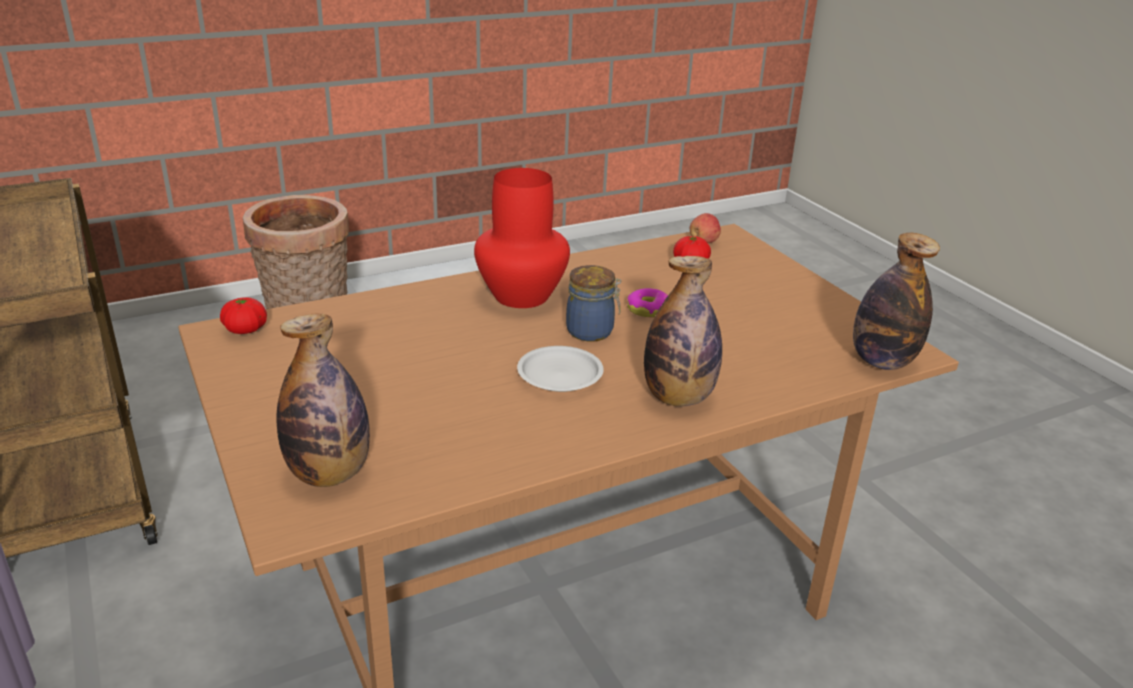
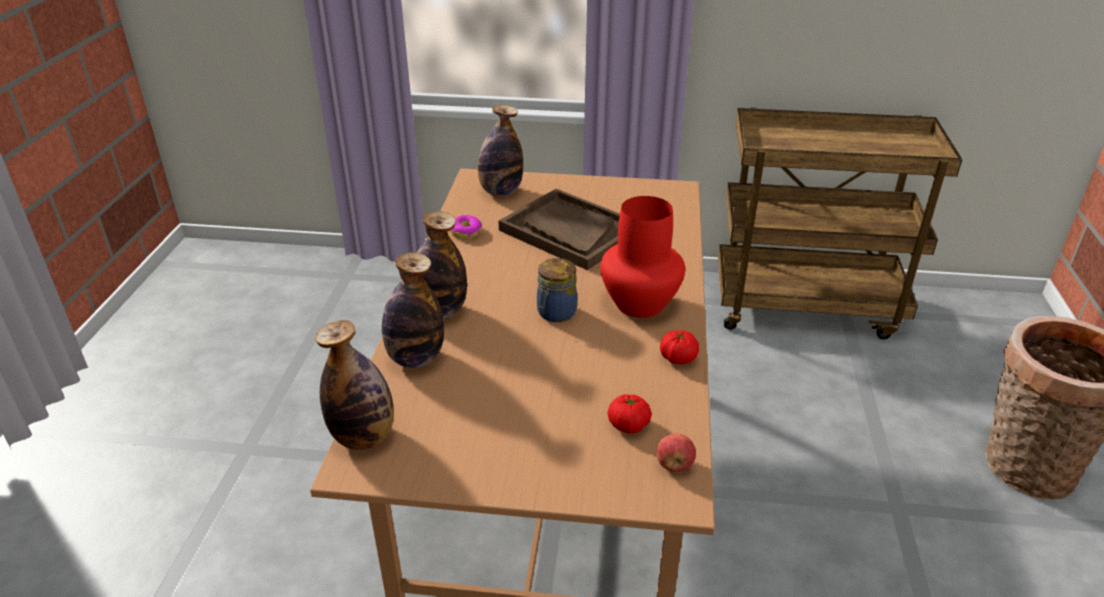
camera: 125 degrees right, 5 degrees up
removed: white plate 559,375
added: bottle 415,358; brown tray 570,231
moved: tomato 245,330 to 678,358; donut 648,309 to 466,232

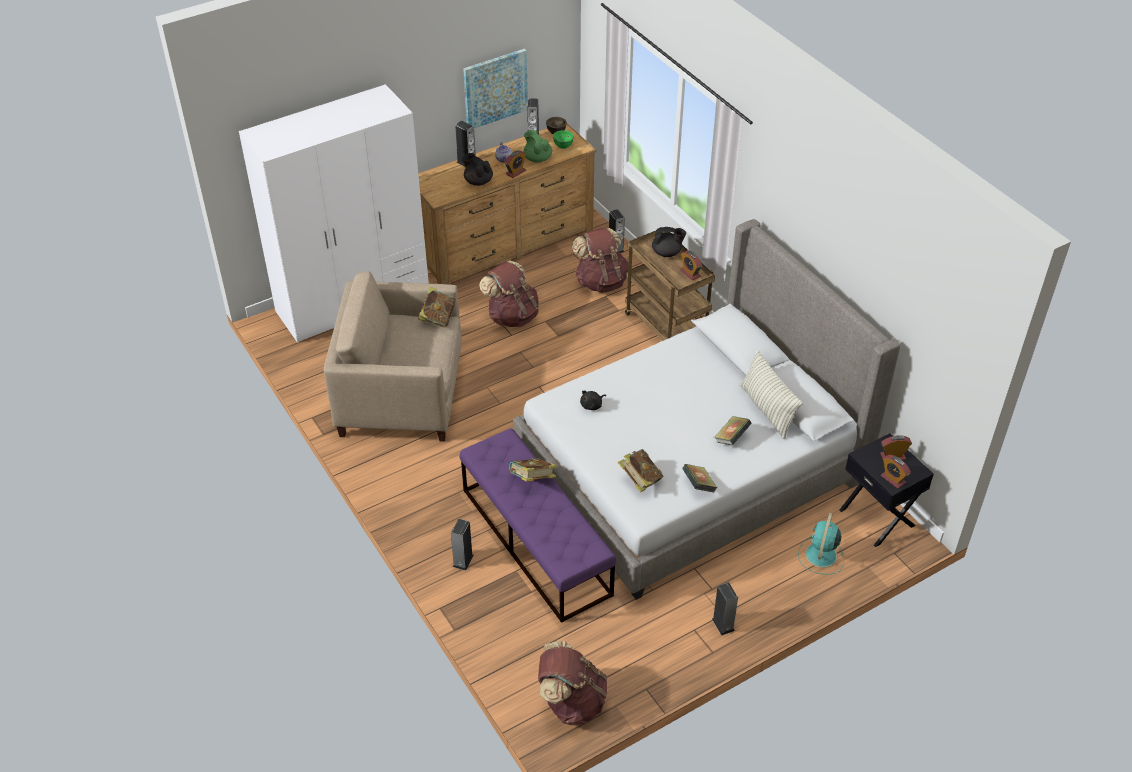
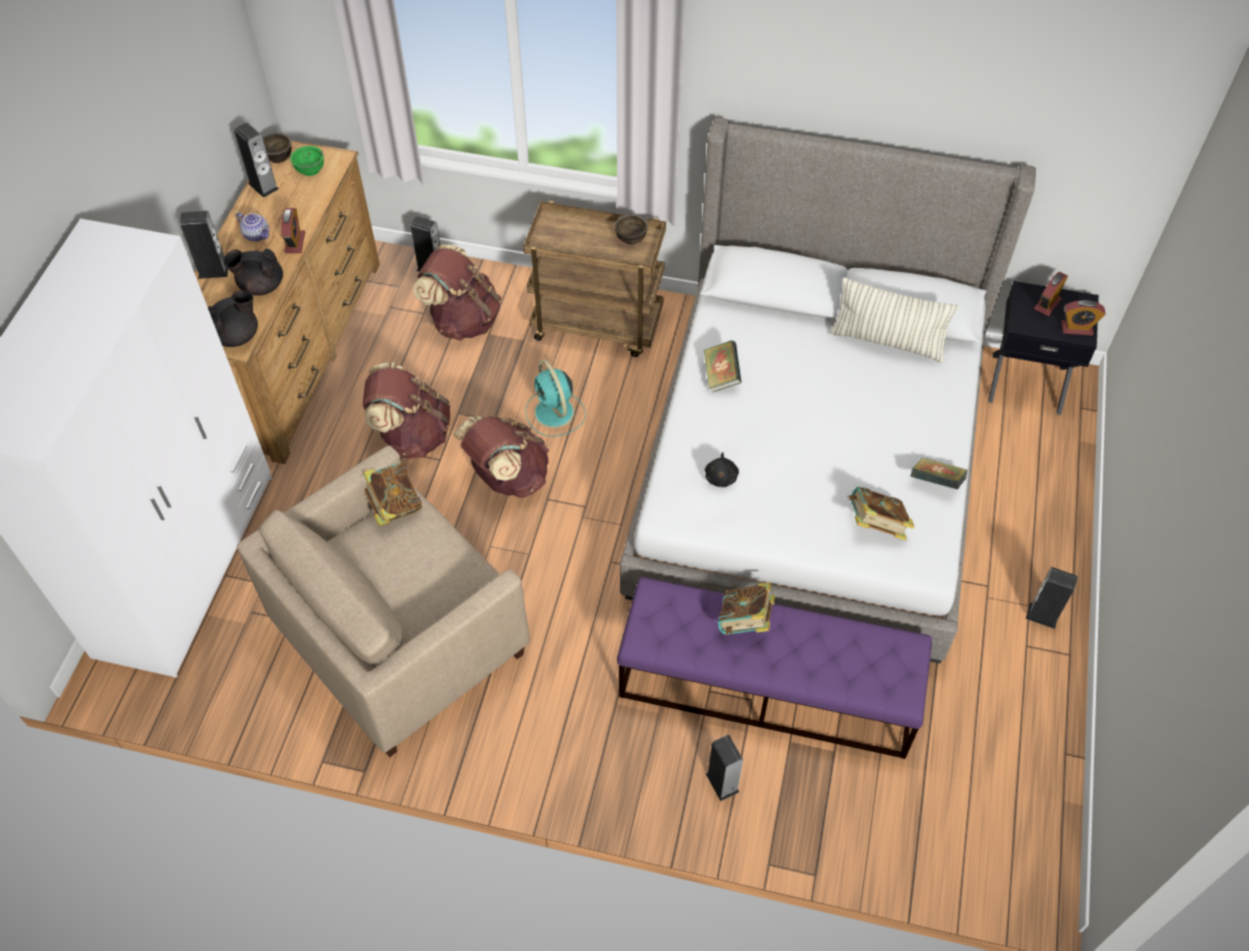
camera: 45 degrees left, 10 degrees up
removed: picture 495,88; green teapot 537,158
moved: brown backpack 571,702 to 507,478; black teapot 667,253 to 237,336; book 731,438 to 721,376; turquoise fan 820,556 to 555,413
replaced: alarm clock 690,273 to brown bowl 631,238

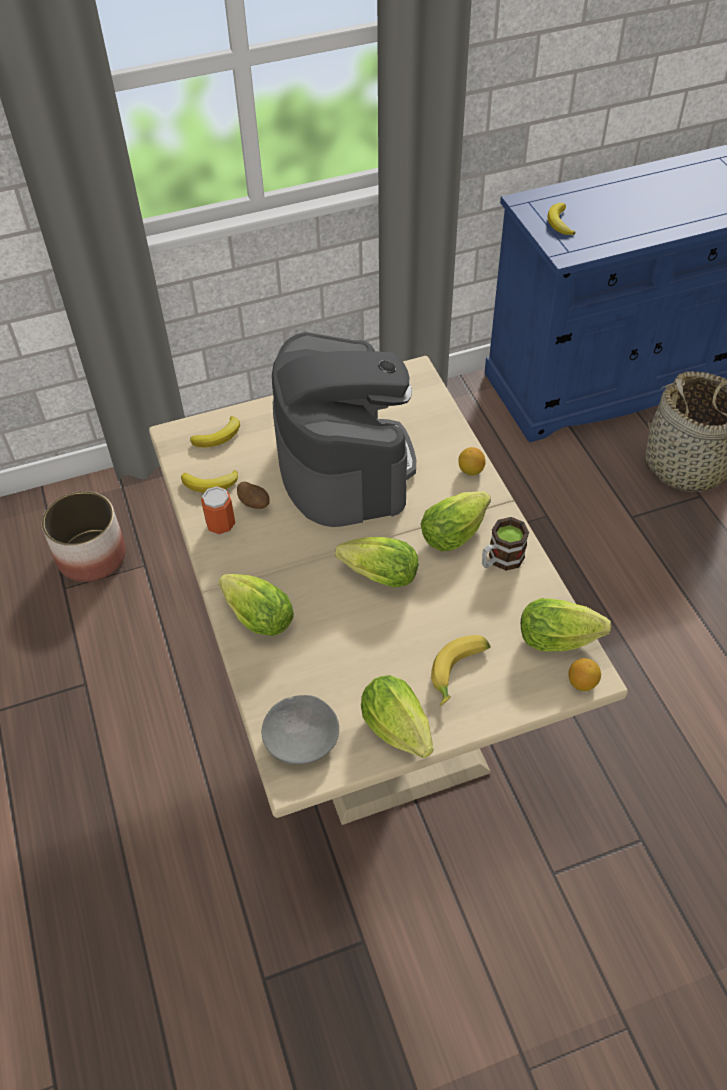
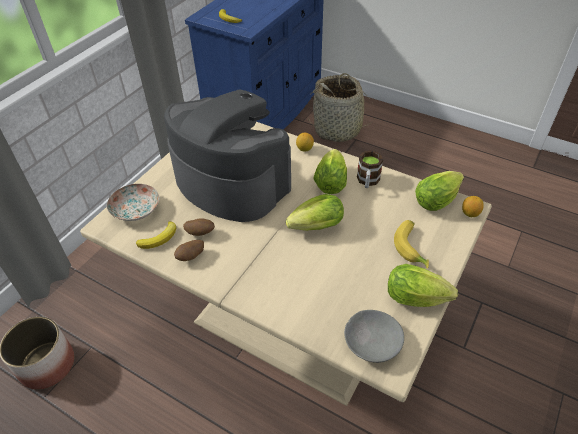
camera: 40 degrees left, 5 degrees down
removed: lettuce 255,616
replaced: banana 219,436 to plate 136,209; can 221,524 to potato 191,257

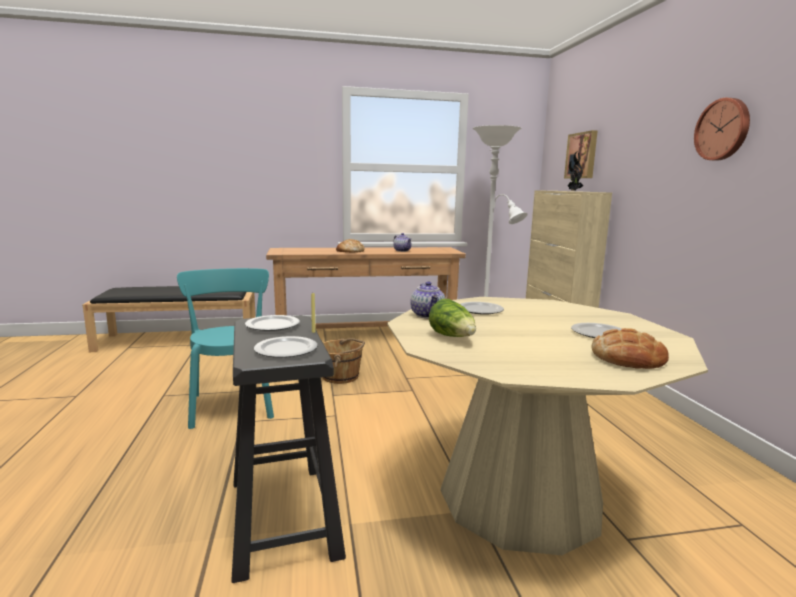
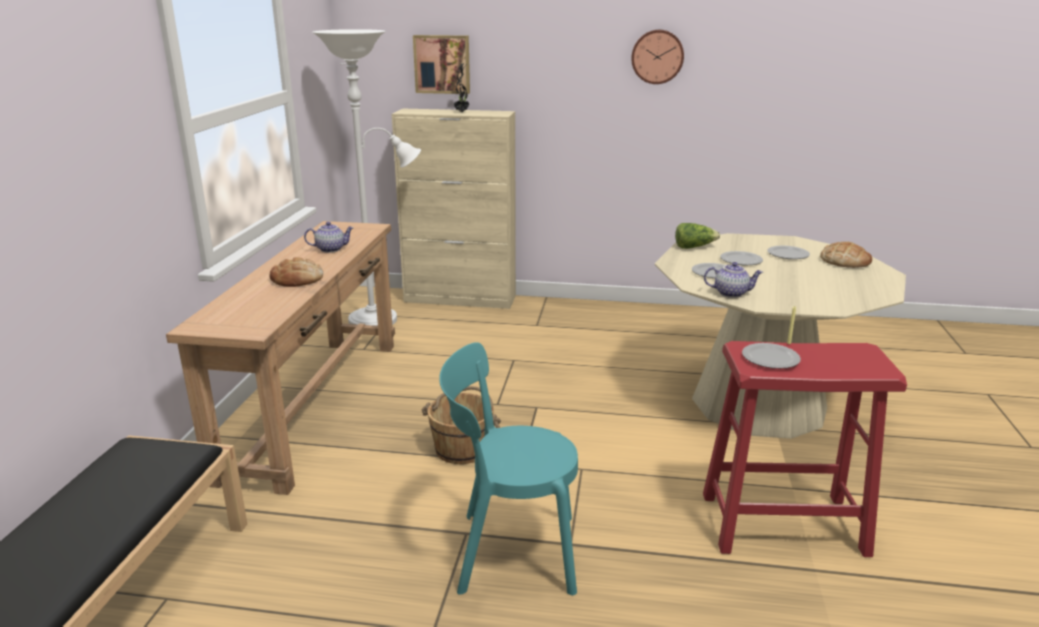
camera: 70 degrees left, 10 degrees up
moved: plate 286,349 to 740,260; lettuce 453,337 to 694,247
recoloured: black stool 283,516 to red stool 781,523

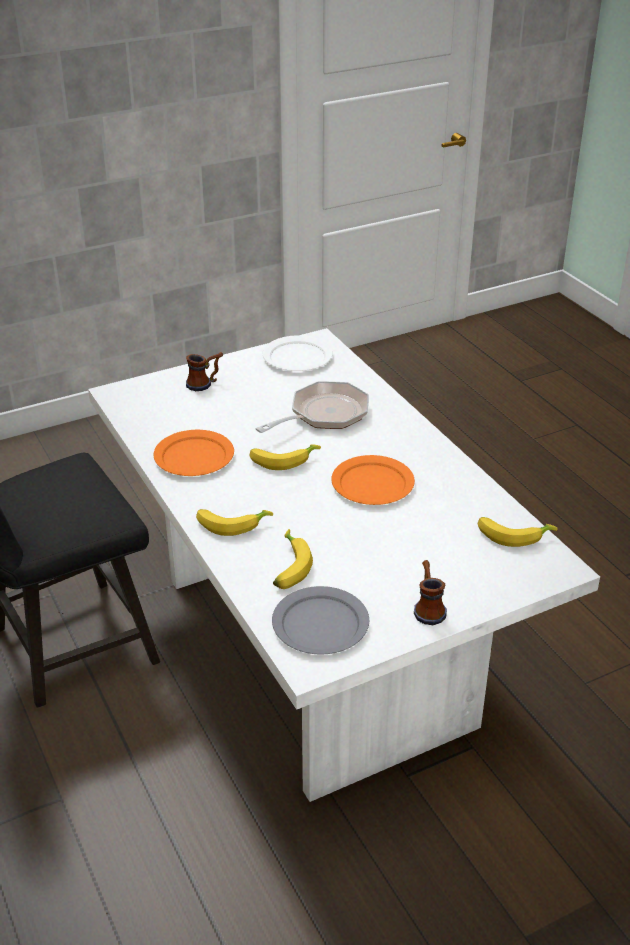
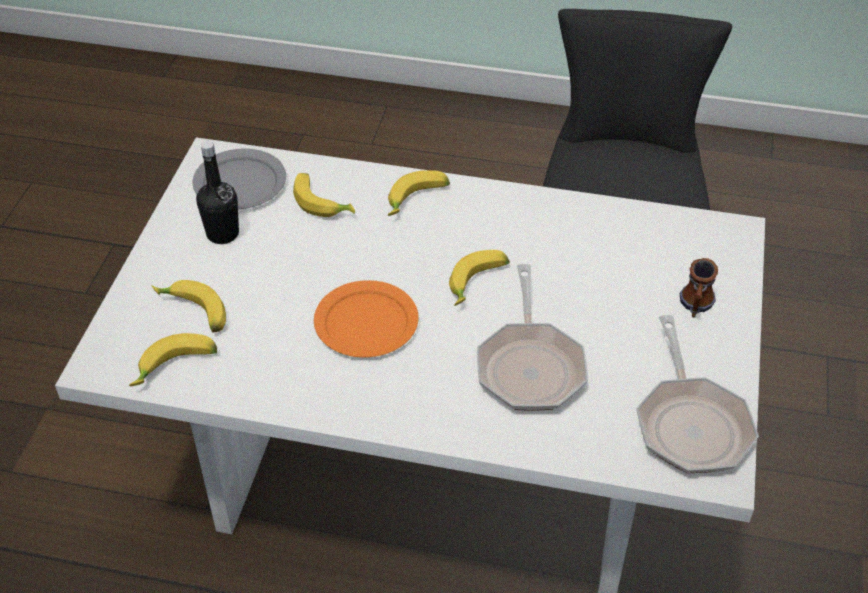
camera: 130 degrees right, 10 degrees up
removed: orange plate 194,457; mug 428,608
added: banana 193,313; black bottle 223,234
replaced: white plate 297,357 to frying pan 691,423

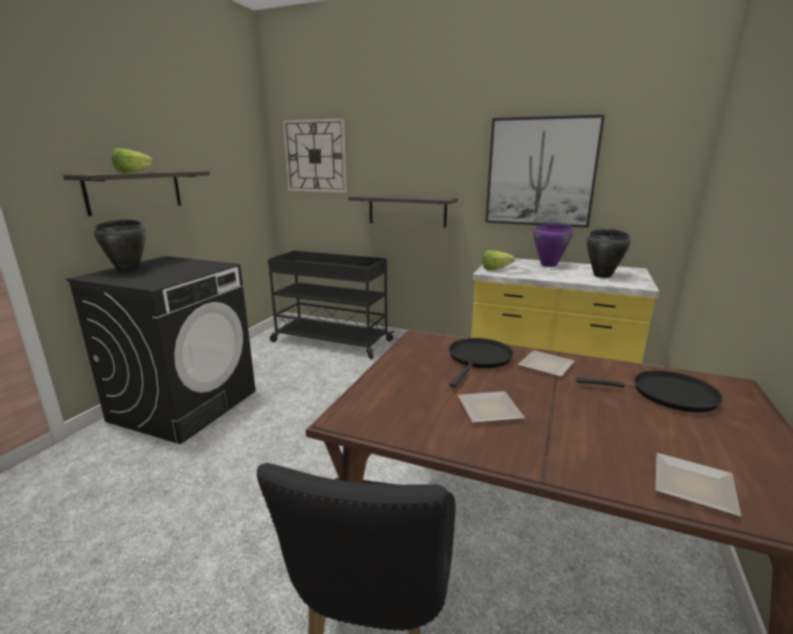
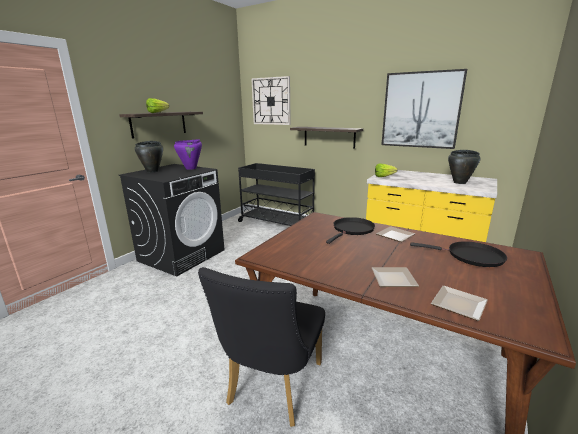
camera: 10 degrees right, 0 degrees up
moved: plate 491,411 to 395,280; purple cooking pot 549,265 to 191,168

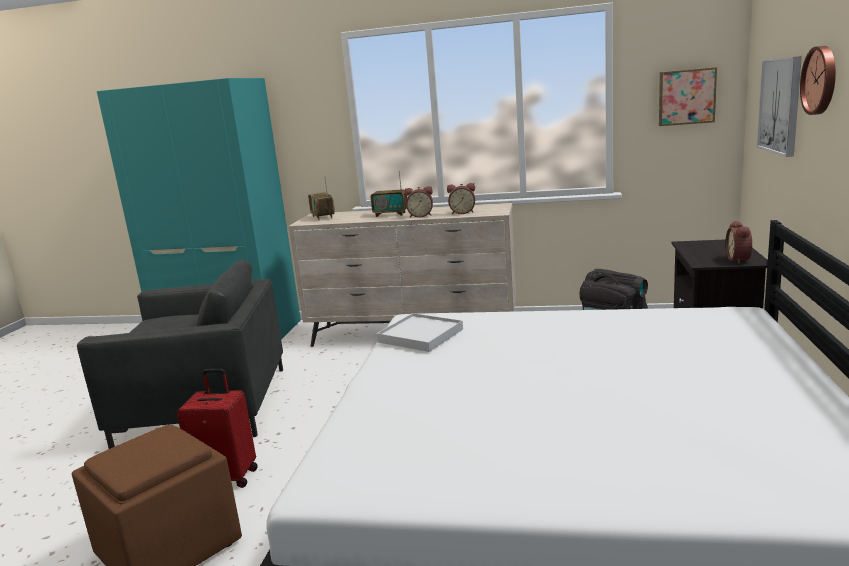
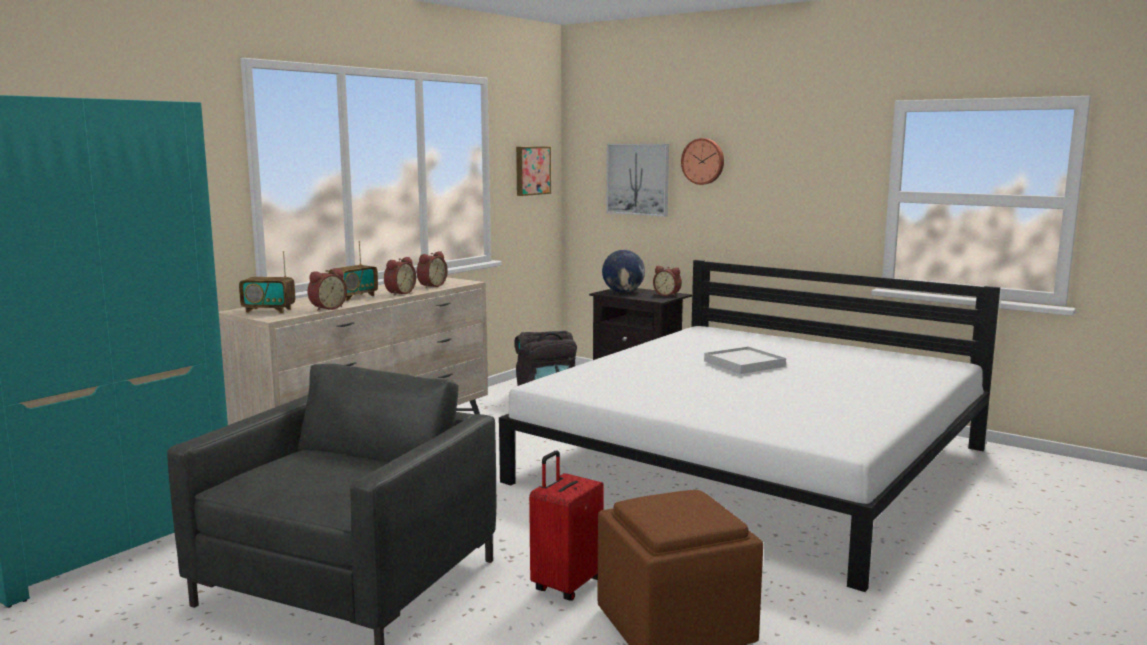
camera: 65 degrees left, 5 degrees down
added: alarm clock 327,308; globe 623,292
moved: white tray 420,335 to 744,364

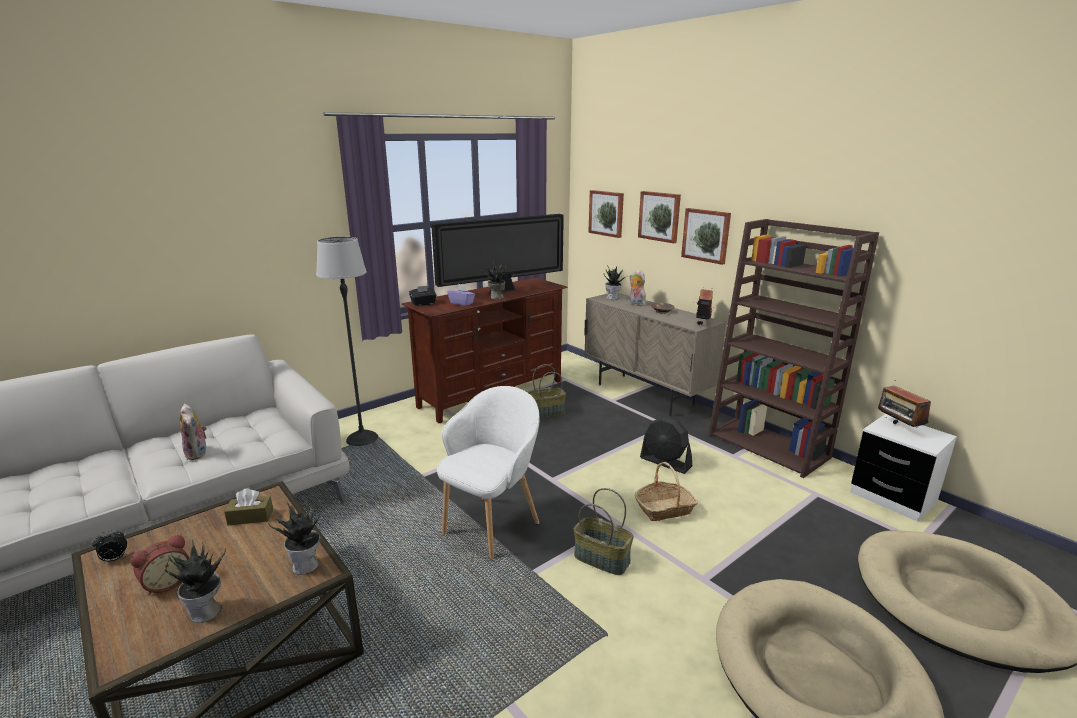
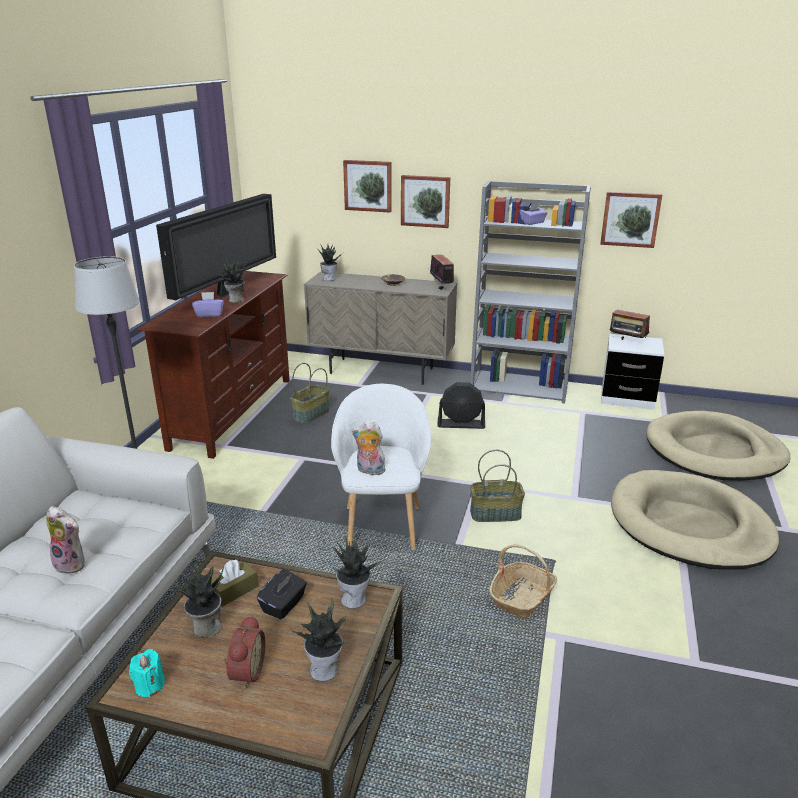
camera: 35 degrees left, 5 degrees up
added: potted plant 206,628; purple tissue box 532,222
moved: black tissue box 423,303 to 284,605; picture 606,213 to 630,219; plush toy 636,304 to 369,471; basket 664,509 to 522,597
replaced: alarm clock 114,559 to turquoise candle 149,686
recoloured: brown bookcase 769,446 to grey bookcase 520,387

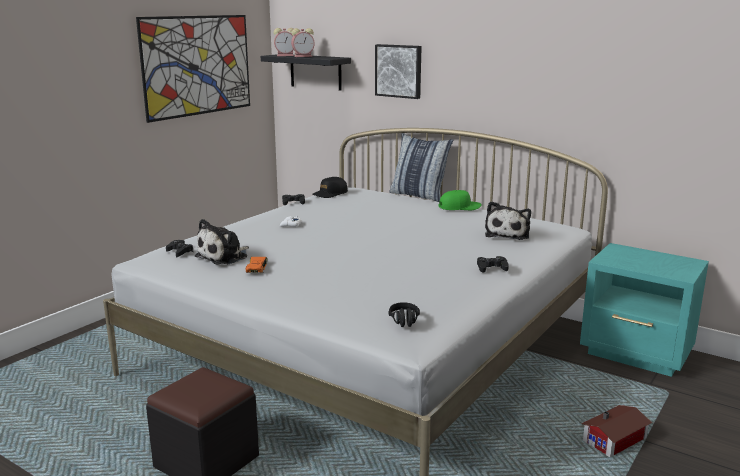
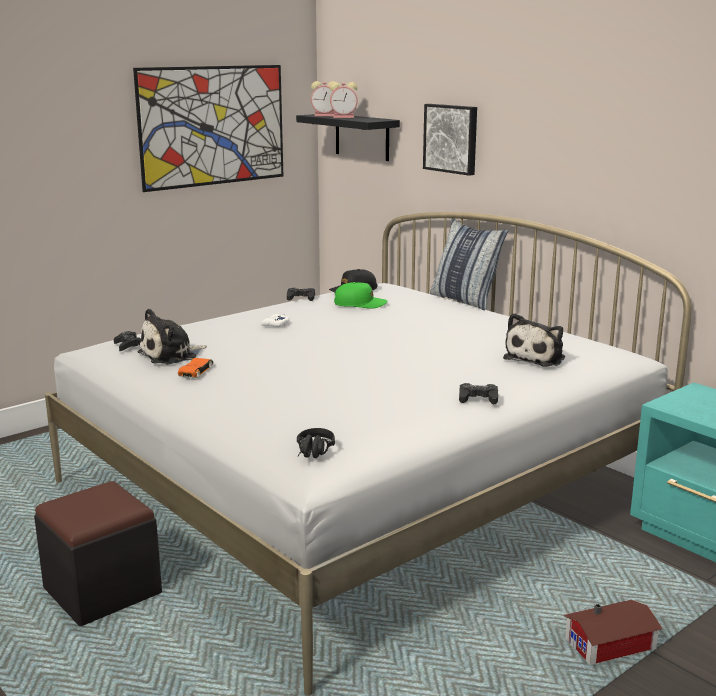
camera: 15 degrees right, 0 degrees up
moved: green cap 459,207 to 360,304

